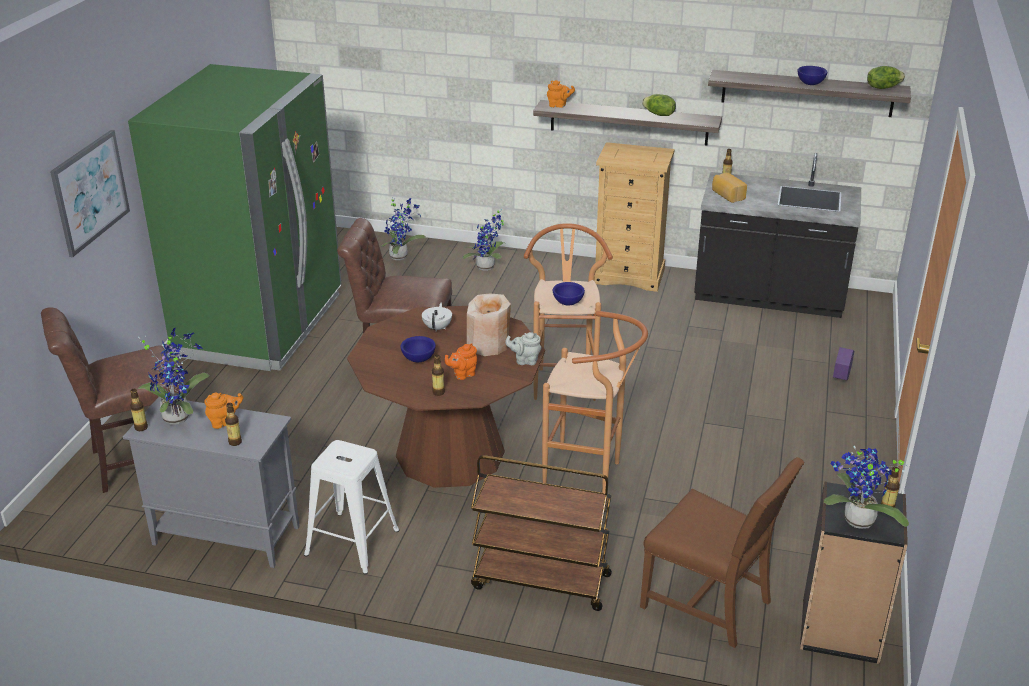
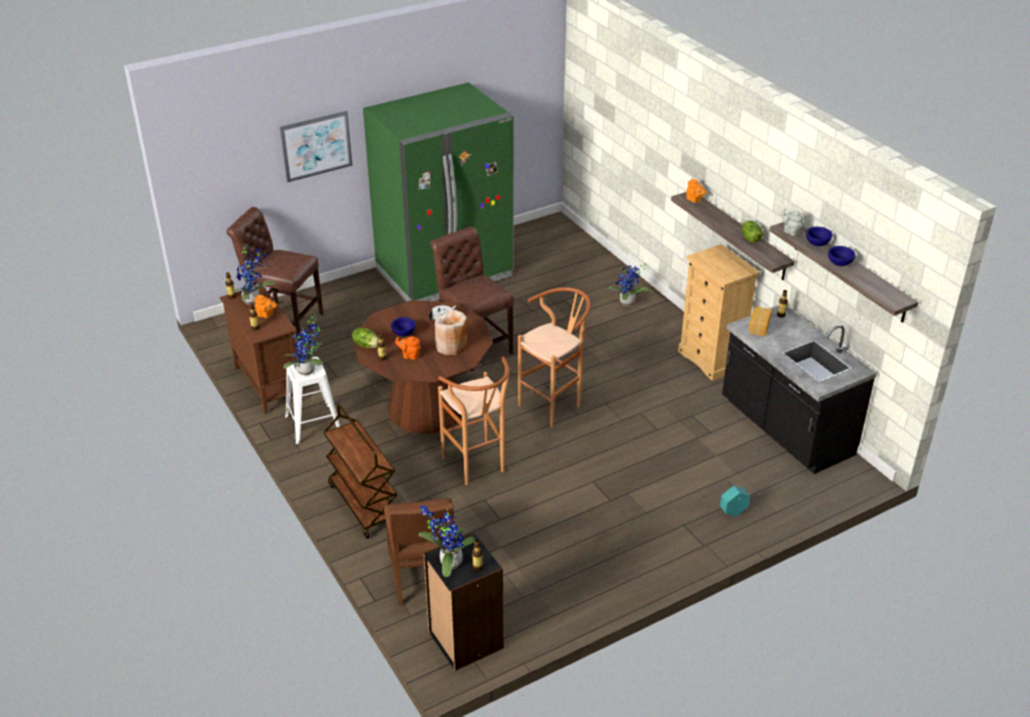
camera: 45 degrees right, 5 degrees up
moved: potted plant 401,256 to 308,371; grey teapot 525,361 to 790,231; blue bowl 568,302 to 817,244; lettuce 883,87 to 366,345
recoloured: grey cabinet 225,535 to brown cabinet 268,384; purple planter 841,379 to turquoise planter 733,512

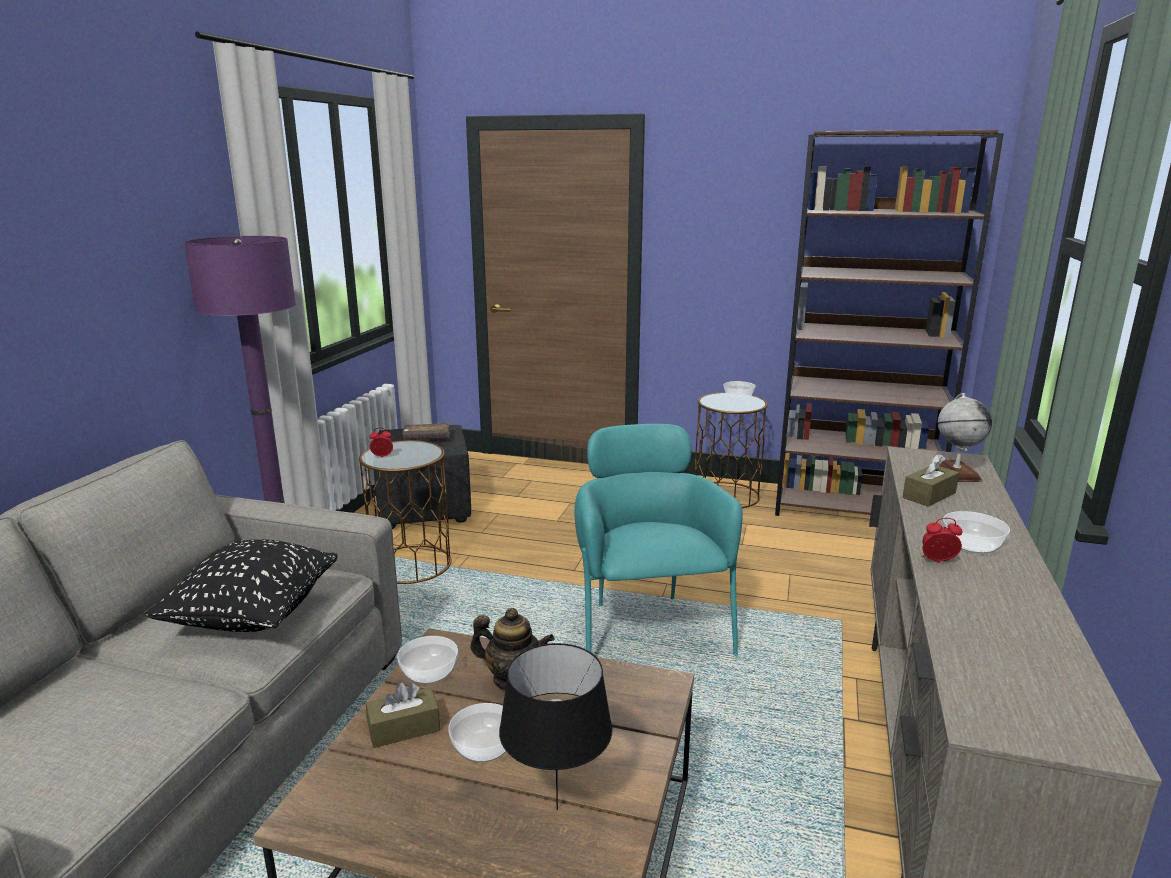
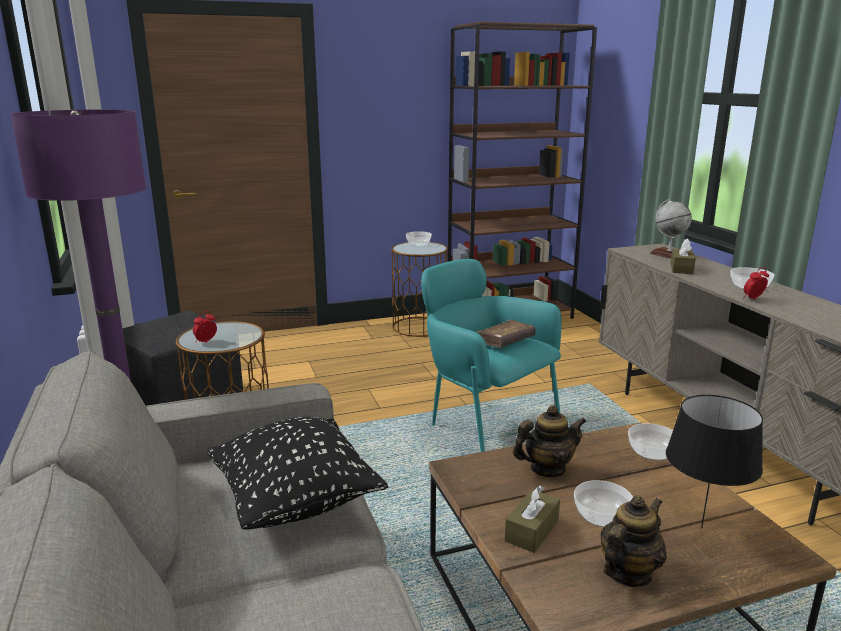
camera: 35 degrees left, 0 degrees up
added: teapot 628,573
moved: bowl 428,672 to 651,453; brown book 427,438 to 505,341

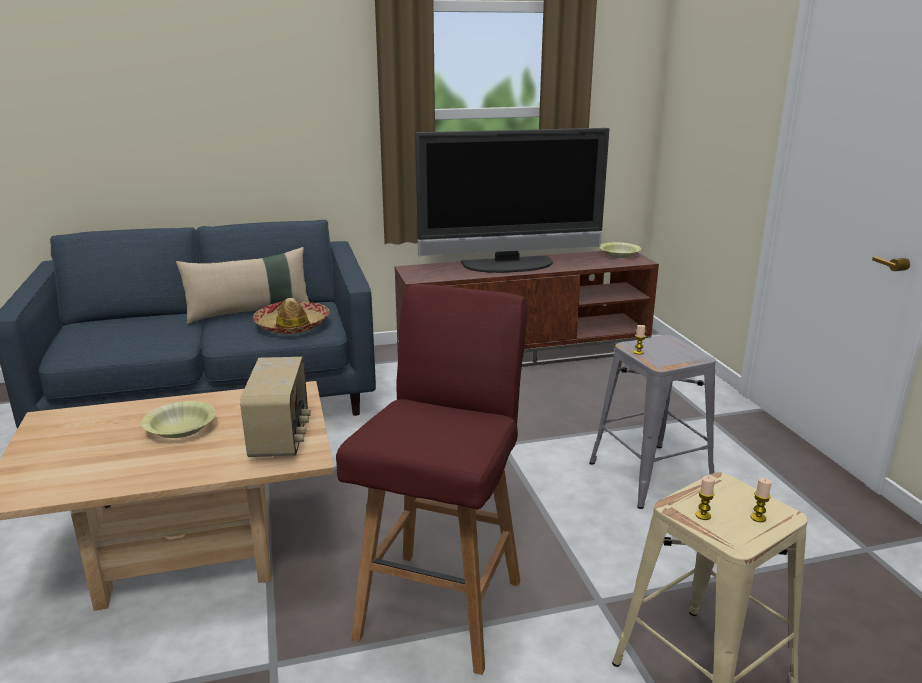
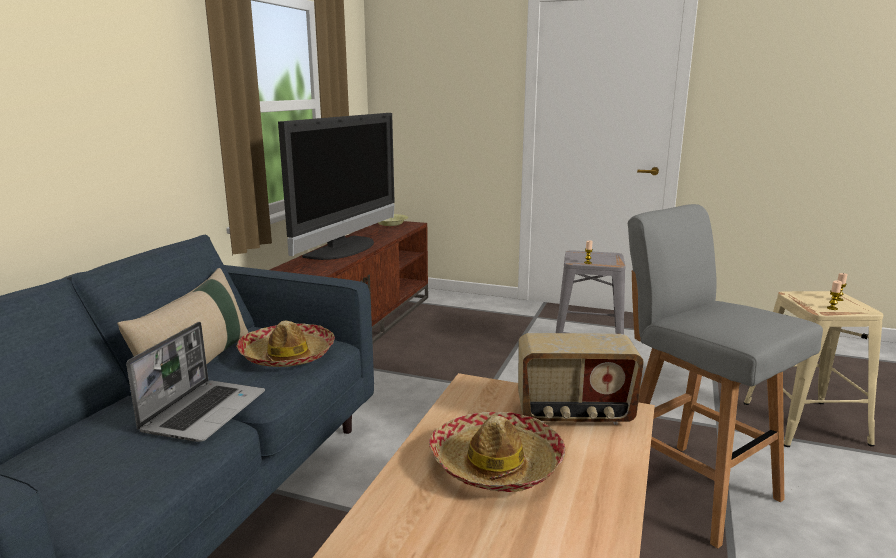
camera: 55 degrees left, 5 degrees down
added: laptop 205,411
replaced: yellow bowl 181,428 to hat 496,464
recoloured: red stool 442,605 to grey stool 693,488
turned: radio 281,437 = 574,414 150 degrees clockwise

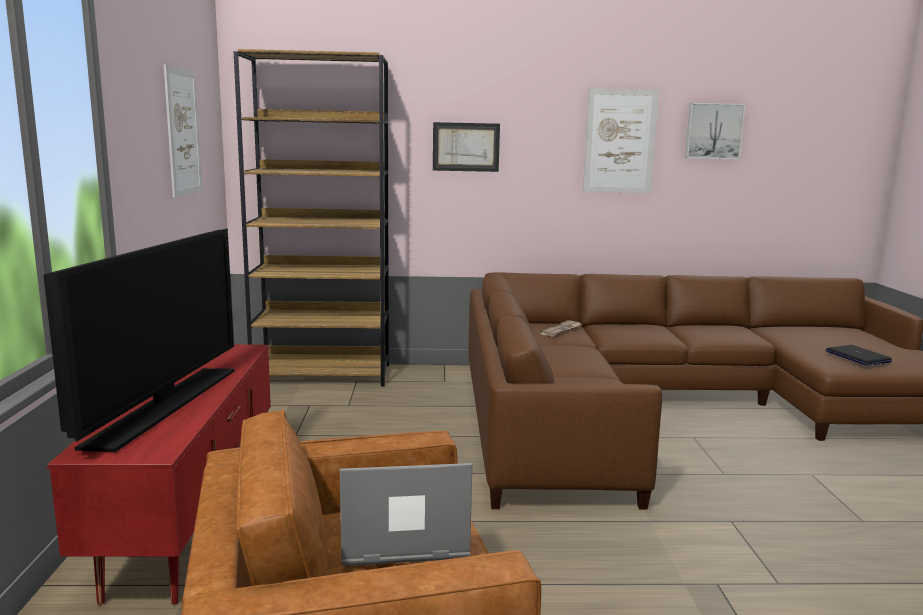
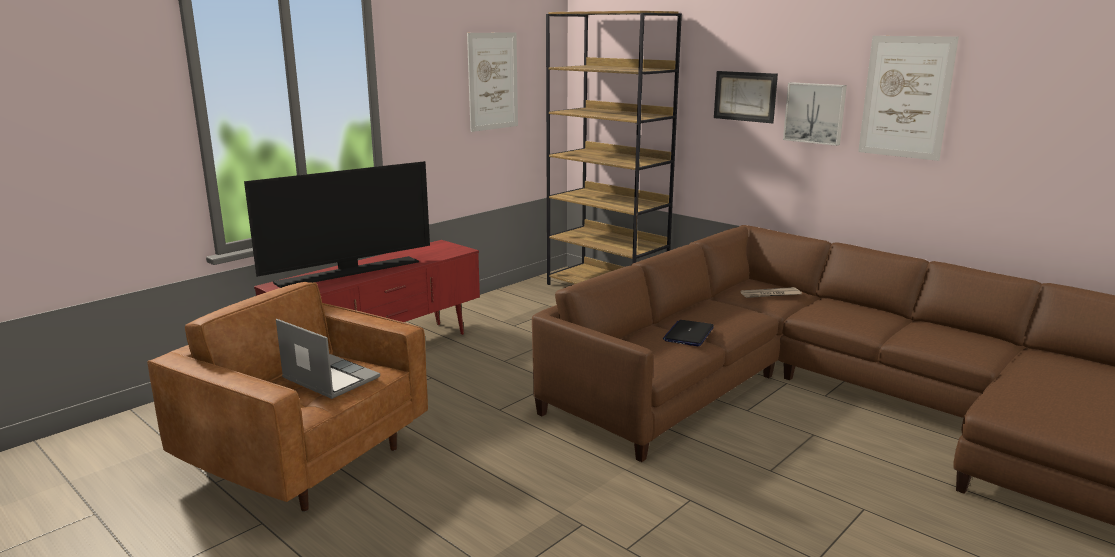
camera: 45 degrees right, 5 degrees up
moved: picture 713,131 to 815,113; laptop 857,356 to 688,334

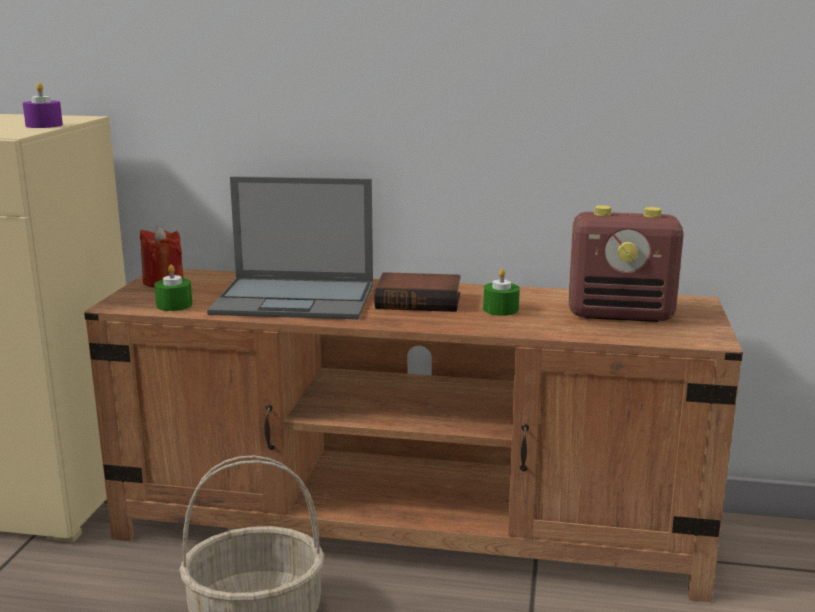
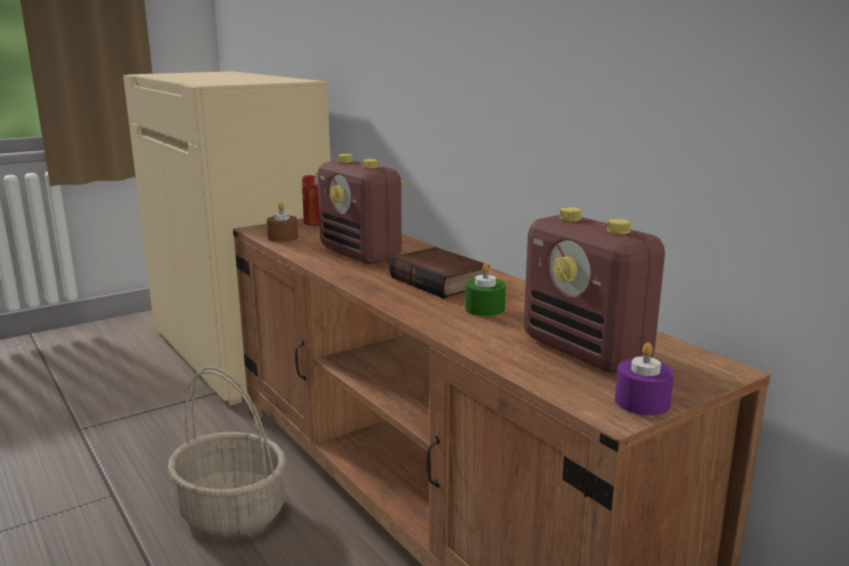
camera: 45 degrees right, 0 degrees up
moved: purple candle 44,125 to 642,402
replaced: laptop 296,299 to radio 361,255
recoloured: green candle 174,305 to brown candle 283,237

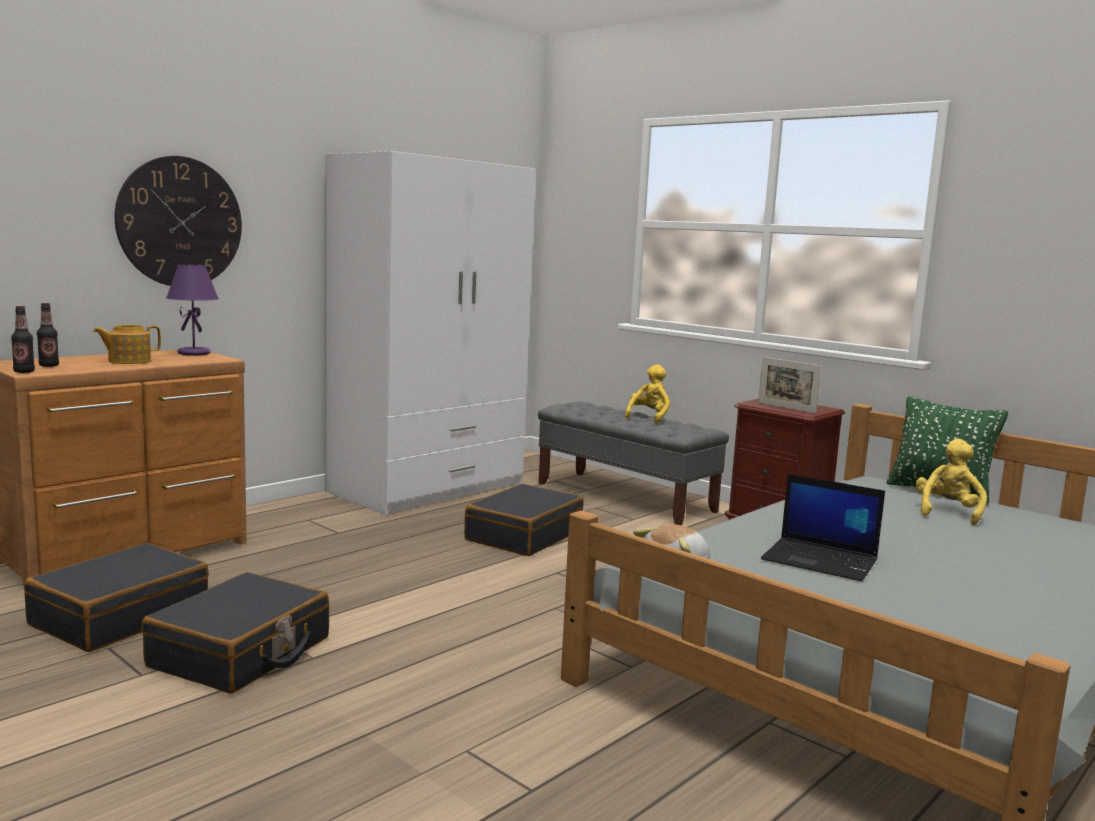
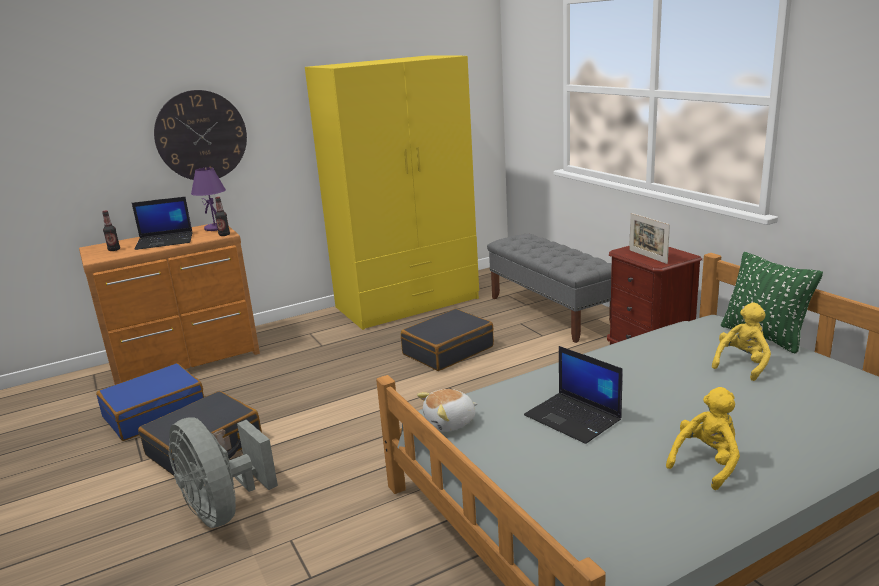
camera: 20 degrees right, 10 degrees up
added: grey fan 223,509
moved: bottle 24,371 to 224,235; yellow plush toy 649,417 to 707,463
replaced: teapot 128,361 to laptop 165,241
recoloured: black suitcase 120,616 to blue suitcase 154,413; white wardrobe 428,488 to yellow wardrobe 408,303

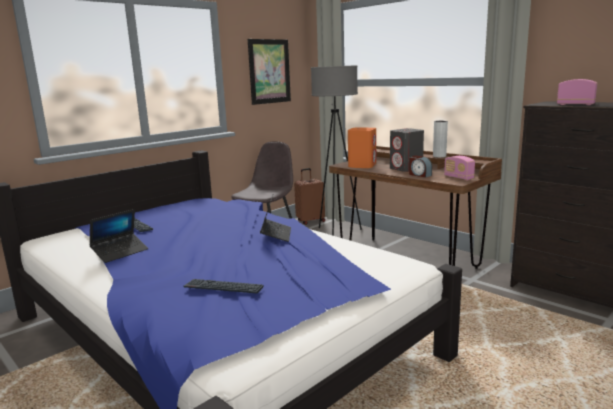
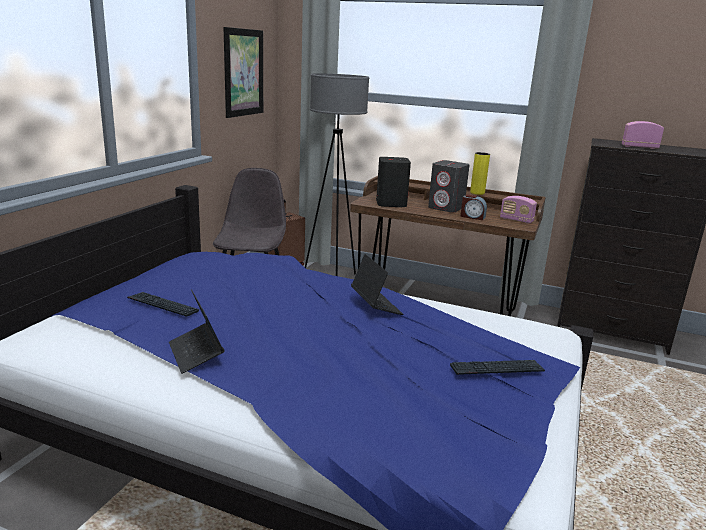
camera: 25 degrees left, 5 degrees up
moved: keyboard 223,287 to 496,369
recoloured: orange speaker 362,166 to black speaker 391,203; grey vase 439,156 to yellow vase 477,193
turned: laptop 120,252 = 196,354 135 degrees clockwise

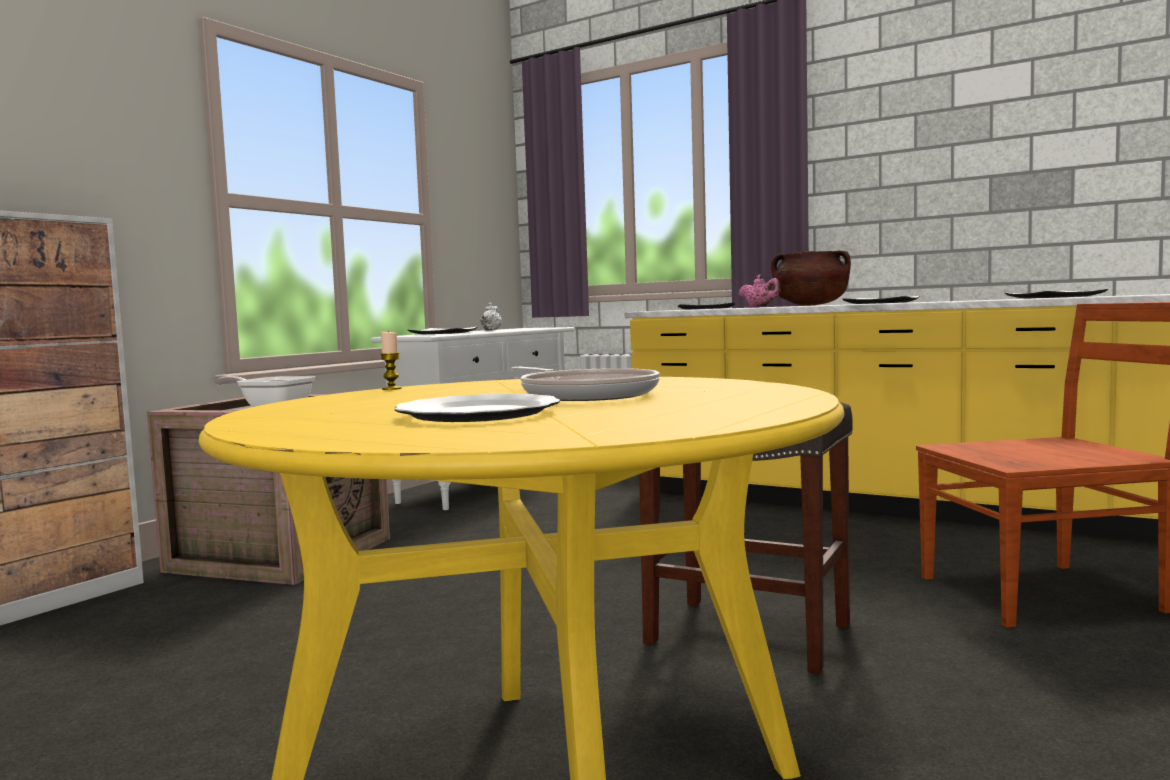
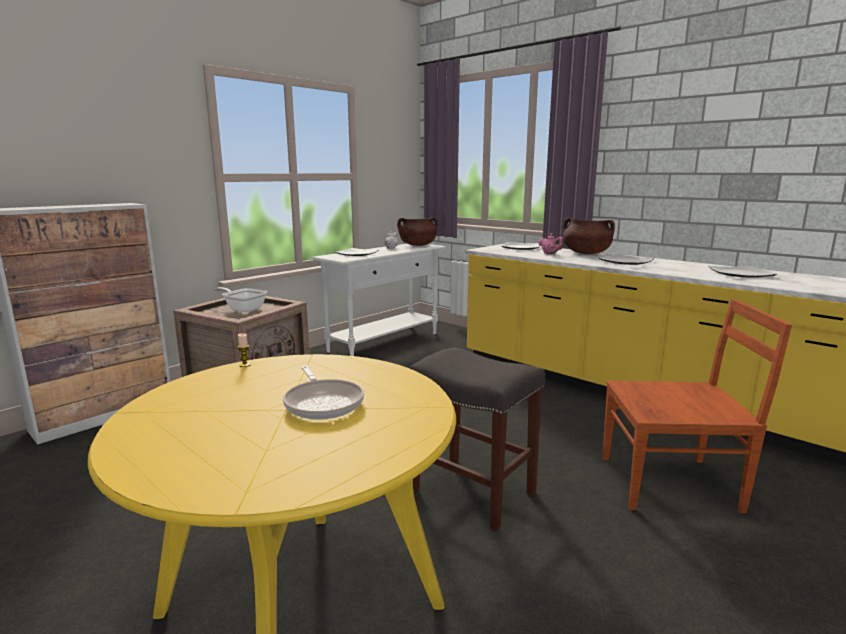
camera: 10 degrees right, 10 degrees up
removed: plate 476,414
added: brown cooking pot 417,245

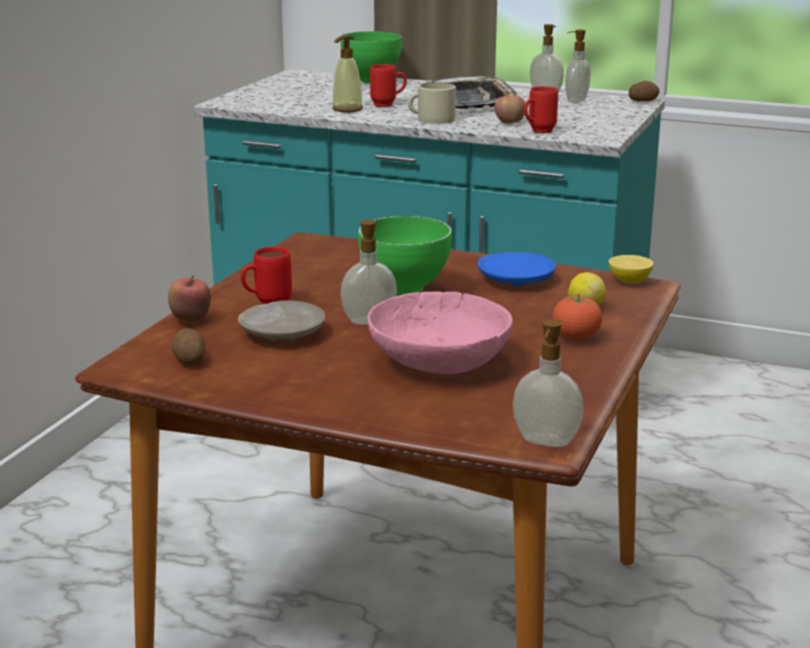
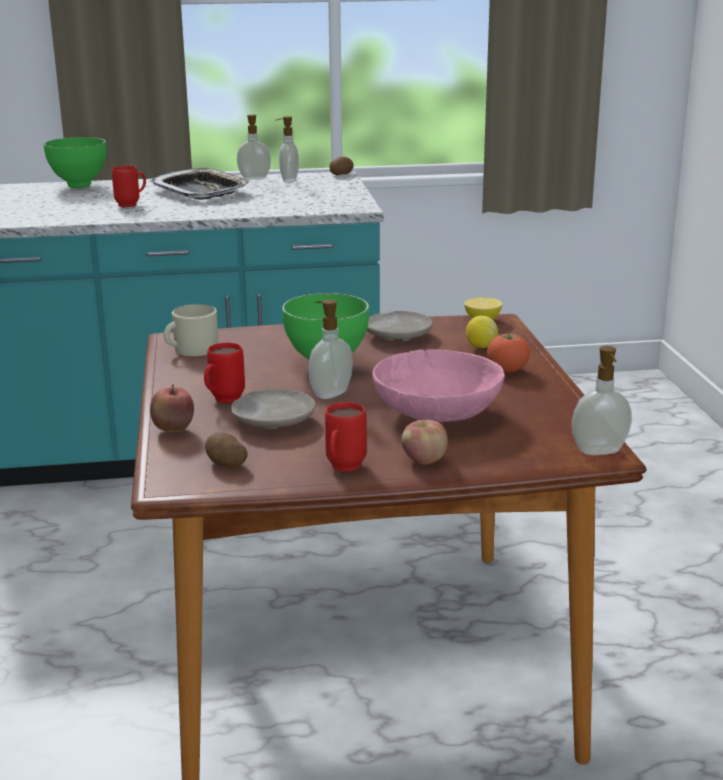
camera: 30 degrees left, 0 degrees up
removed: soap dispenser 347,109
moved: beige mug 431,119 to 191,349; apple 509,122 to 424,460; red mug 538,132 to 342,469
recoloured: blue plate 516,279 to beige plate 398,336

